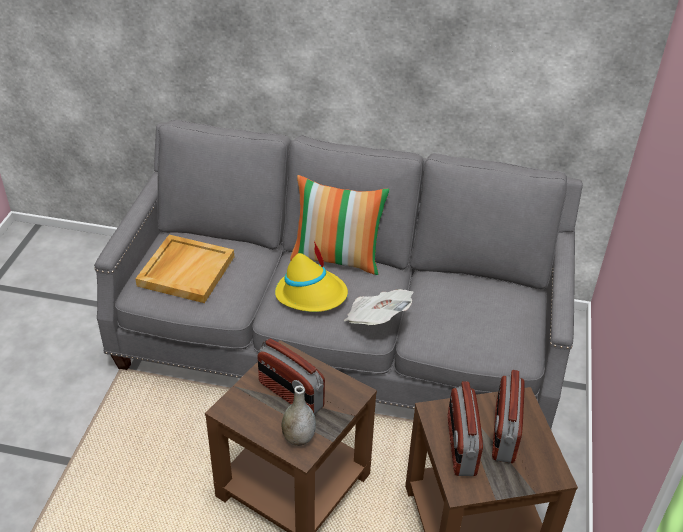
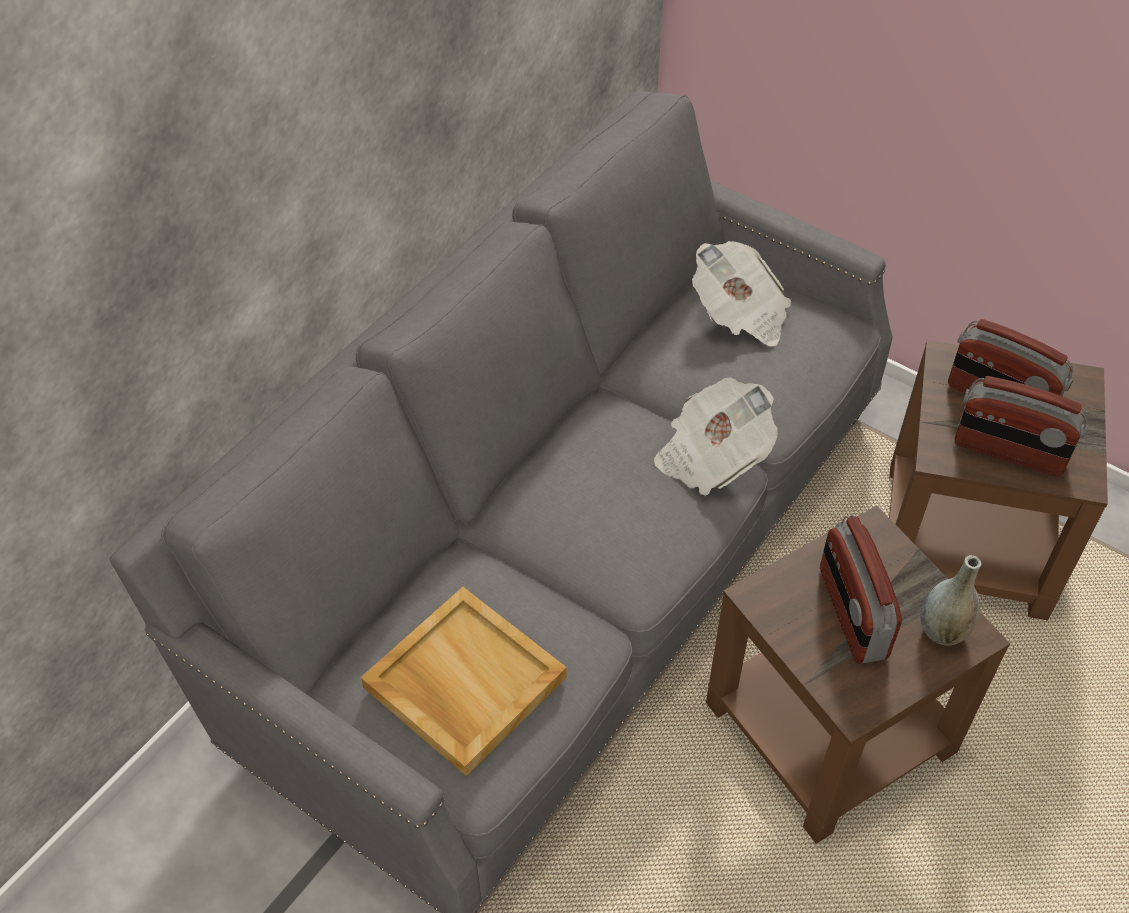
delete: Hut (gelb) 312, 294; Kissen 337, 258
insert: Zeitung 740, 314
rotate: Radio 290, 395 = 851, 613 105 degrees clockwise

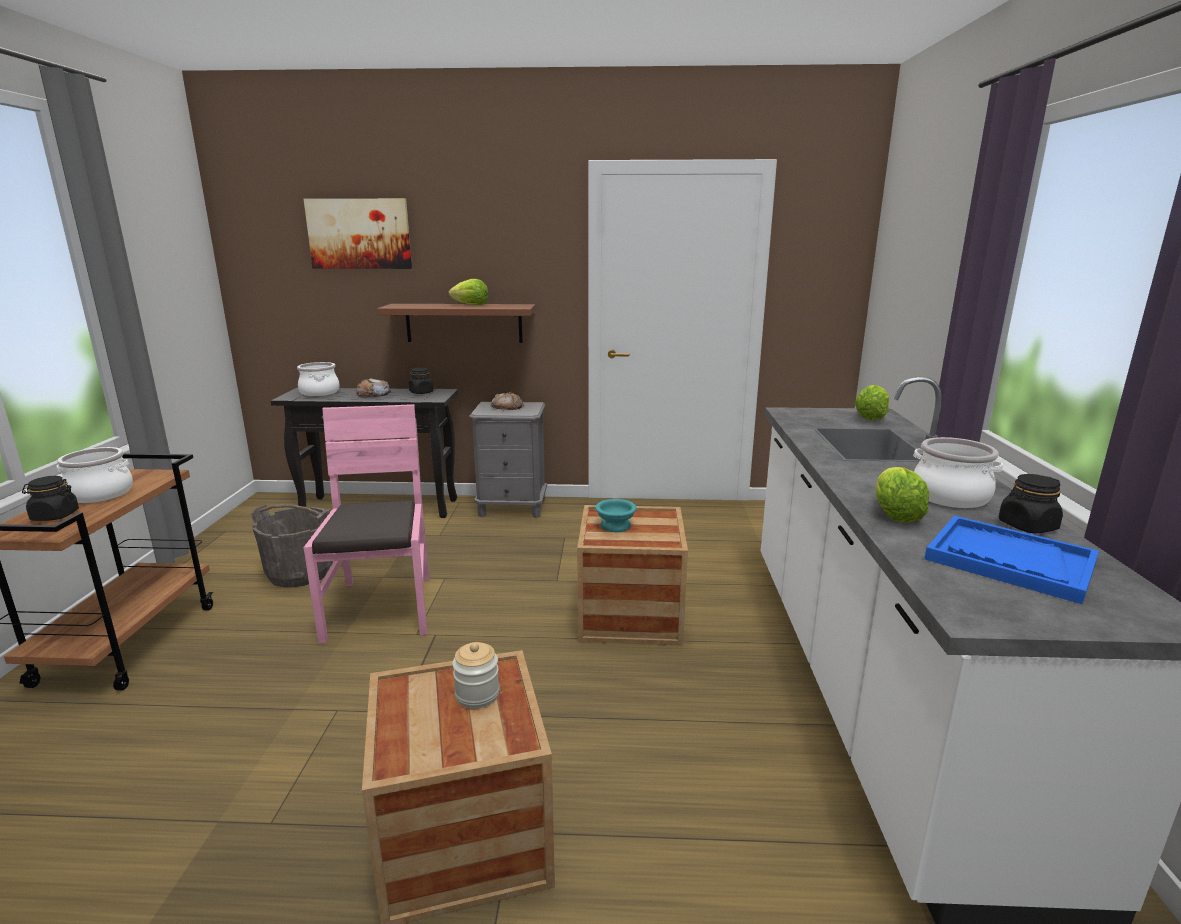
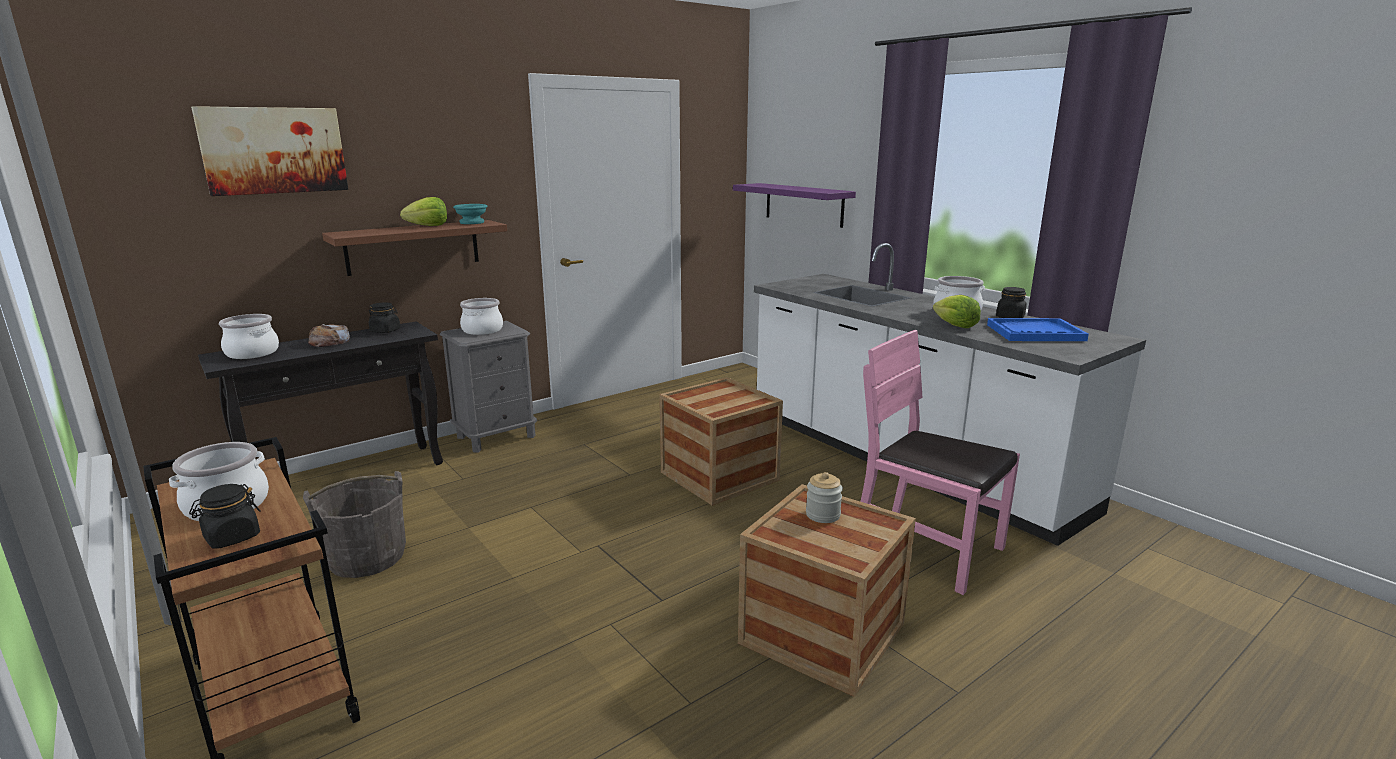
delete: Salatkopf 871, 417
insert: Wandregal (lila) 803, 204
move: Stuhl (rosa) 381, 608 to 927, 548; Schüssel (türkis) 616, 526 to 473, 222
replace: Brot 507, 407 to Kochtopf 482, 330

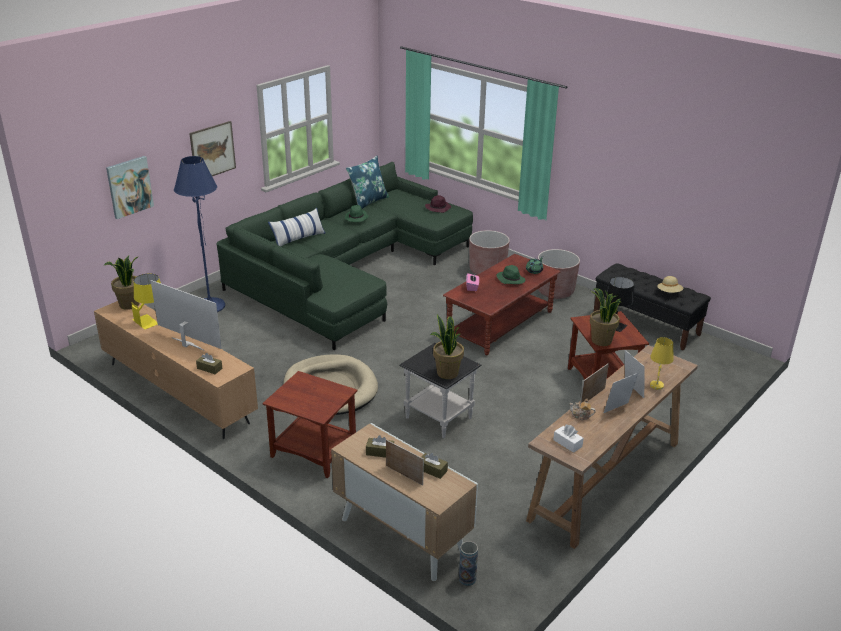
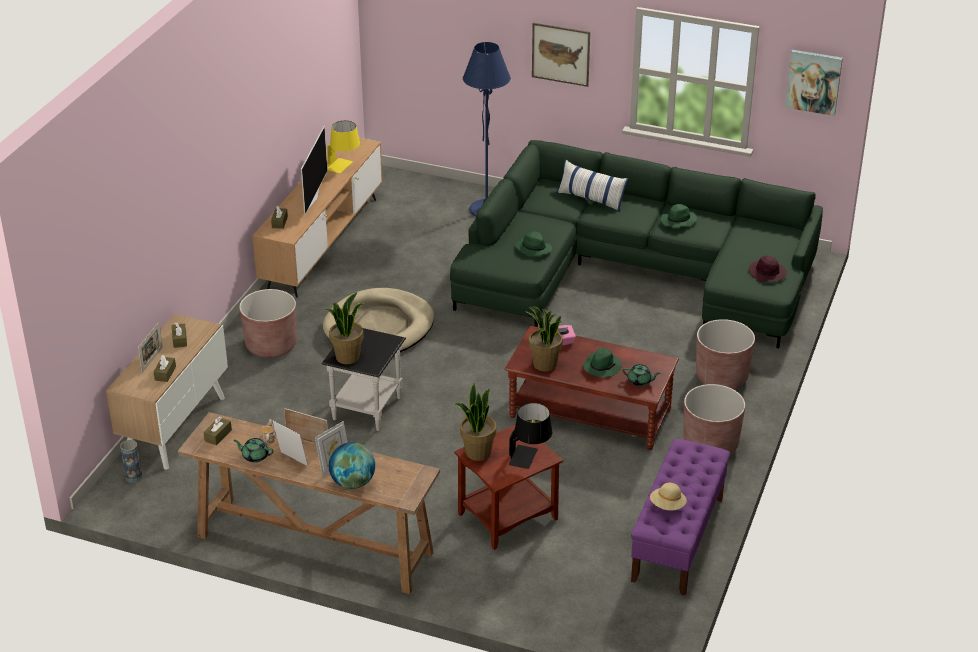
delete: Kissen (blau) 368, 202
insert: Teekanne (grün) 255, 456; Hut (grün) 533, 249
move: Topfpflanze 129, 305 to 544, 364; Bild 129, 186 to 813, 81
replace: Beistelltisch (braun) 313, 452 to Pflanzkübel (braun) 271, 345; Tischlampe (gelb) 656, 385 to Globus 353, 483
recolor: Taschentuchbox (weiß) 567, 443 to Taschentuchbox (braun) 218, 435; Bank (schwarz) 646, 324 to Bank (lila) 678, 540

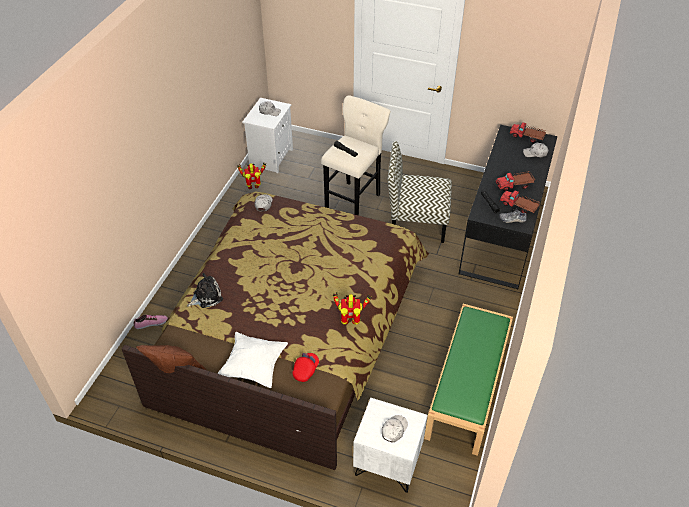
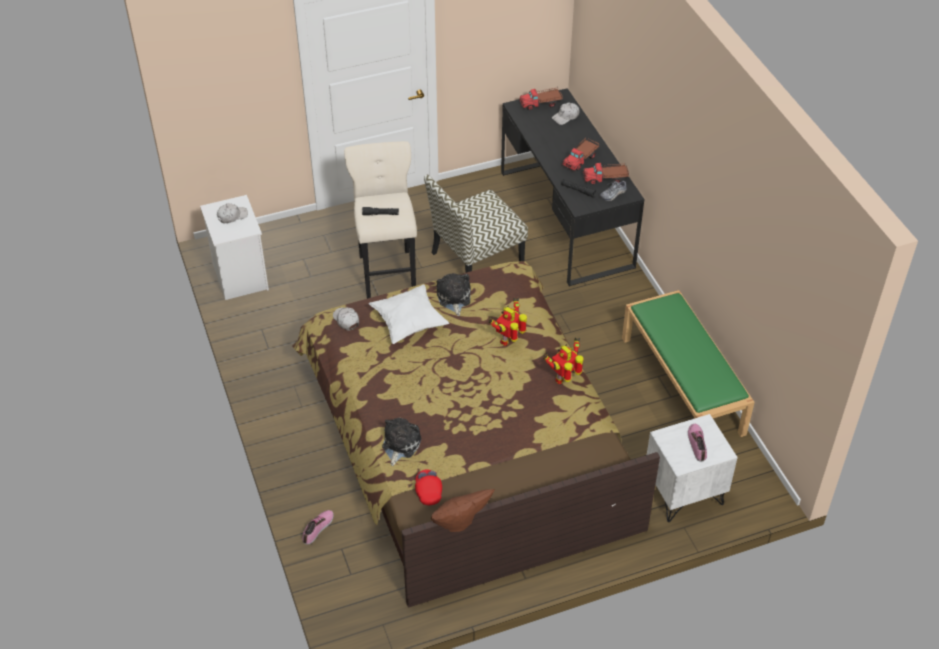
insert: Plüschtier 454, 298
move: Kissen (weiß) 253, 366 to 409, 323; Spielzeugroboter 254, 187 to 509, 340; Kappe (rot) 306, 370 to 428, 491
replace: Kappe (weiß) 394, 430 to Schuh 697, 444

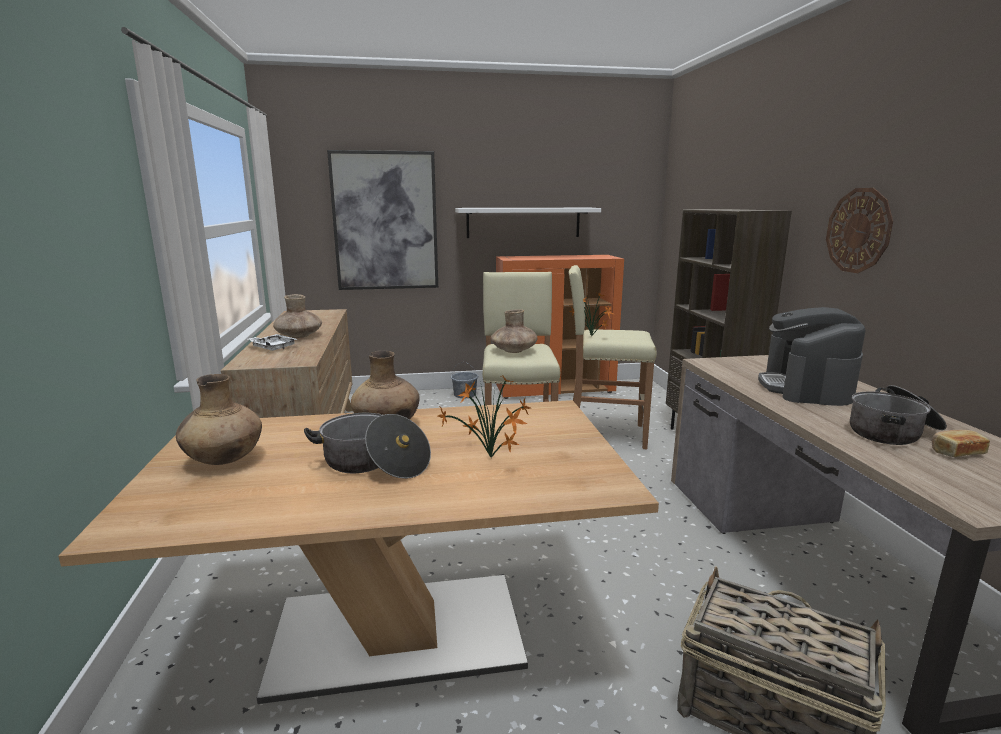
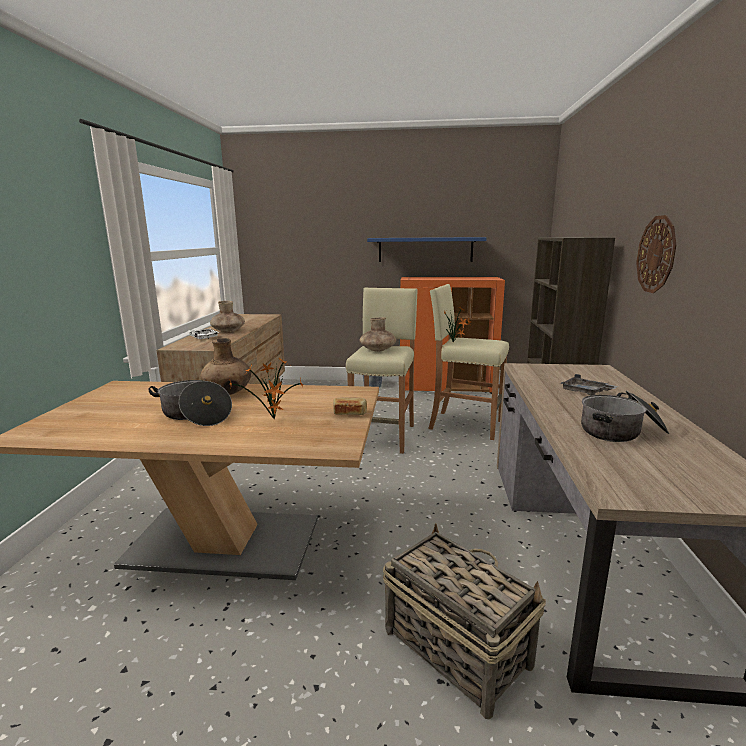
delete: Vase (braun) 224, 460; Bild 385, 221
move: Brot 956, 452 to 350, 413
replace: Kaffeemaschine 805, 388 to Tablett (grau) 585, 392
recolor: Wandregal (weiß) 523, 222 to Wandregal (blau) 425, 249

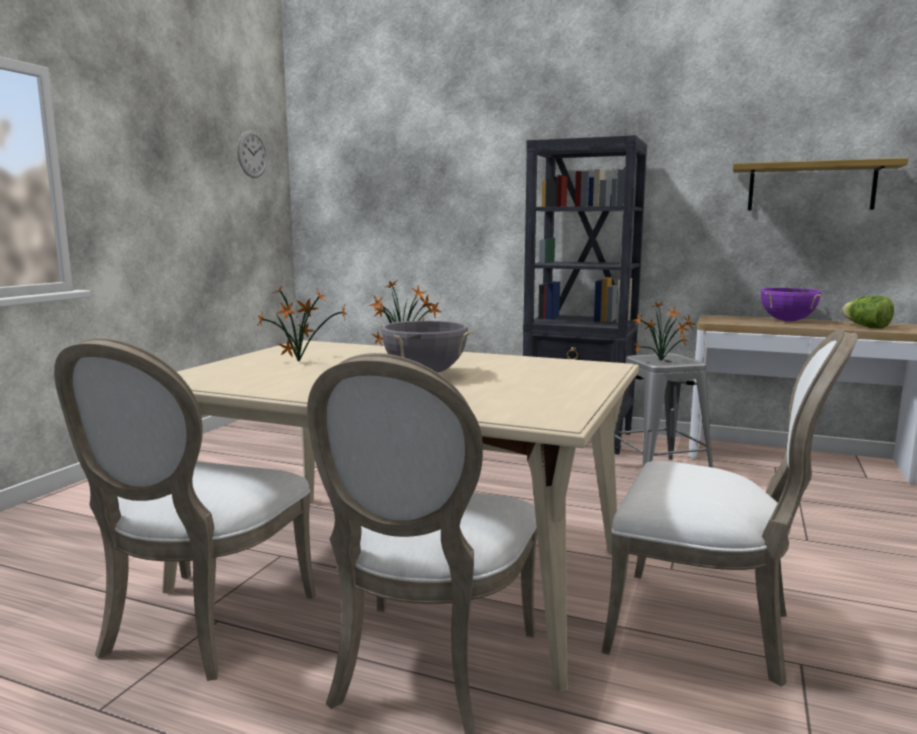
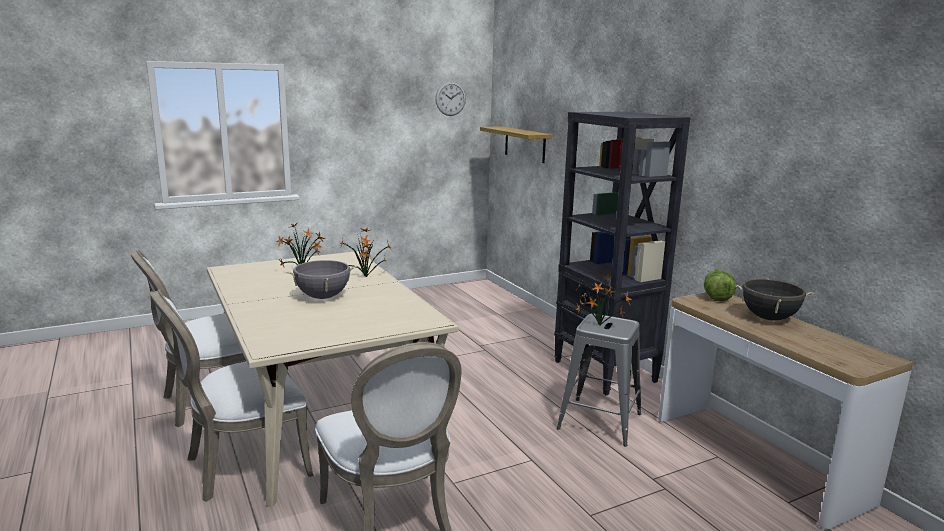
move: Wandregal 811, 187 to 524, 144; Salatkopf 866, 327 to 716, 297
recolor: Kochtopf (lila) 787, 321 to Kochtopf (schwarz) 769, 318

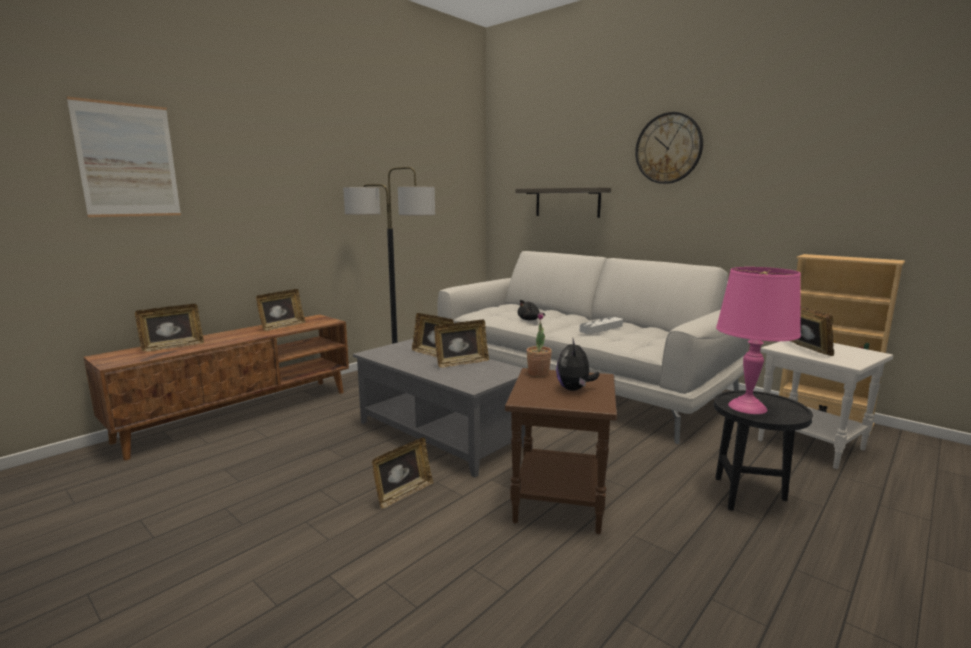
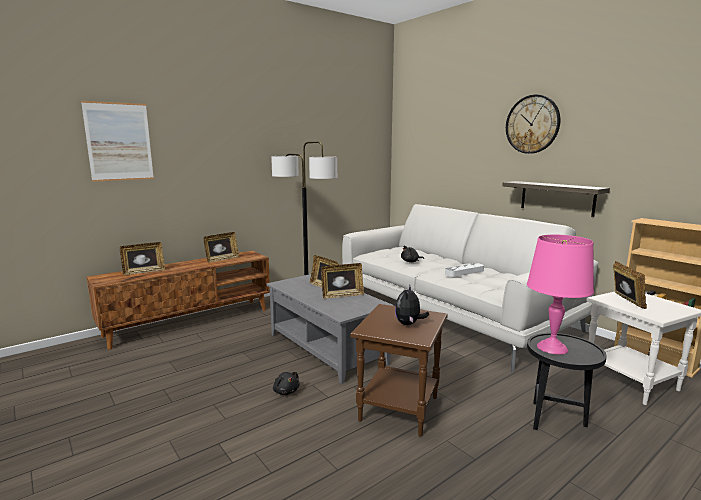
delete: Topfpflanze 538, 373
move: Wandregal 567, 202 to 557, 198
replace: Bilderrahmen 403, 494 to Plüschtier (schwarz) 286, 391

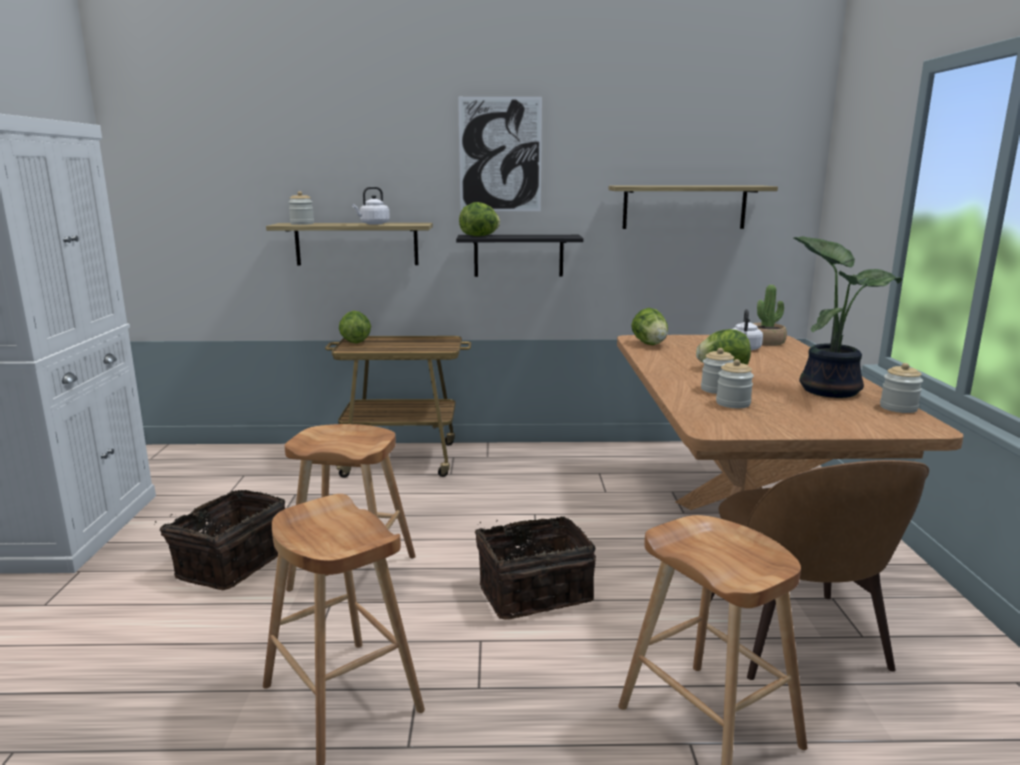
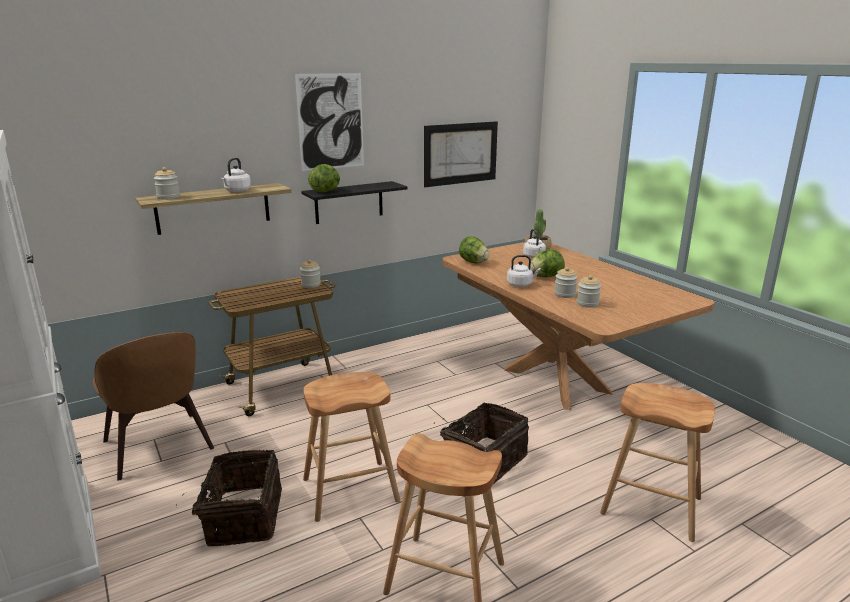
delete: Salatkopf 355, 342; Topfpflanze 829, 389
insert: Wasserkessel (weiß) 521, 284
move: Stuhl (braun) 796, 639 to 159, 447; Vorratsglas 898, 408 to 311, 284
replace: Wandregal 684, 207 to Bild 460, 153

